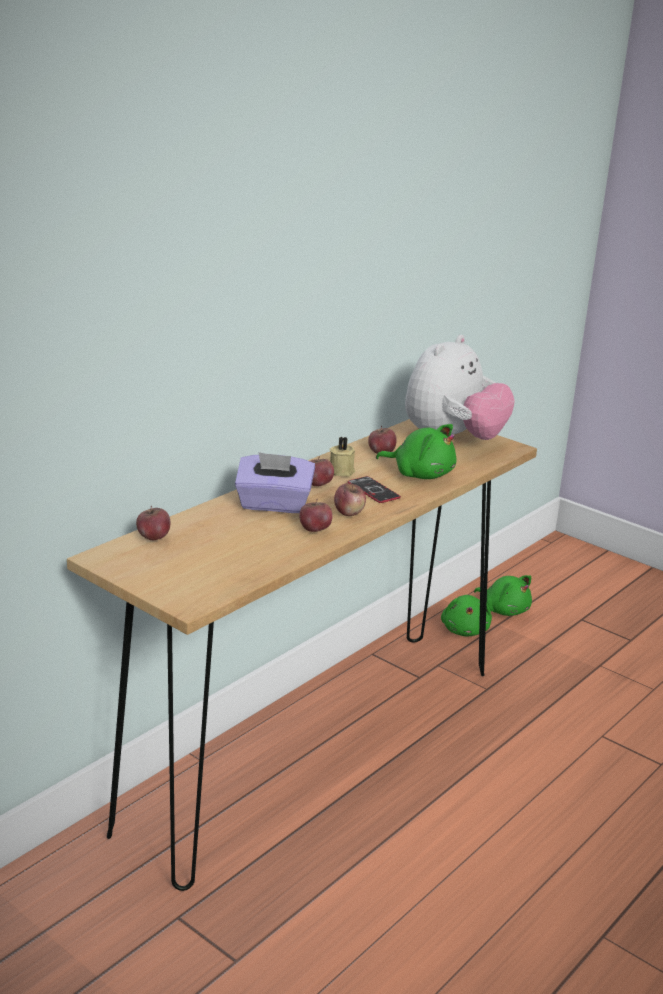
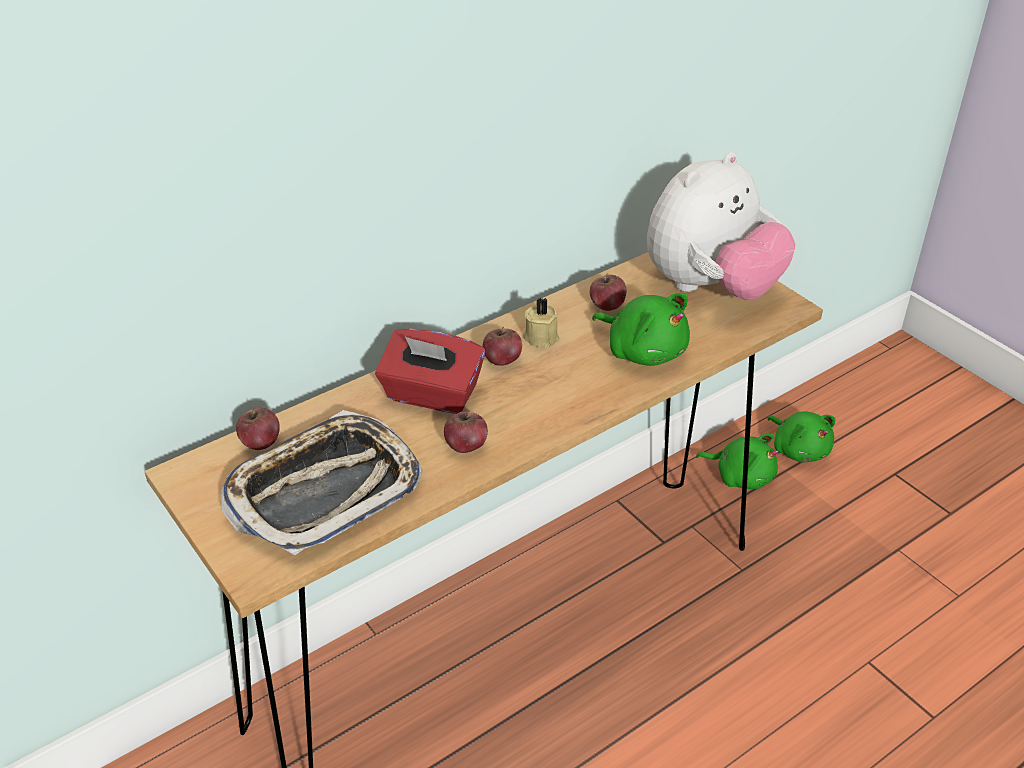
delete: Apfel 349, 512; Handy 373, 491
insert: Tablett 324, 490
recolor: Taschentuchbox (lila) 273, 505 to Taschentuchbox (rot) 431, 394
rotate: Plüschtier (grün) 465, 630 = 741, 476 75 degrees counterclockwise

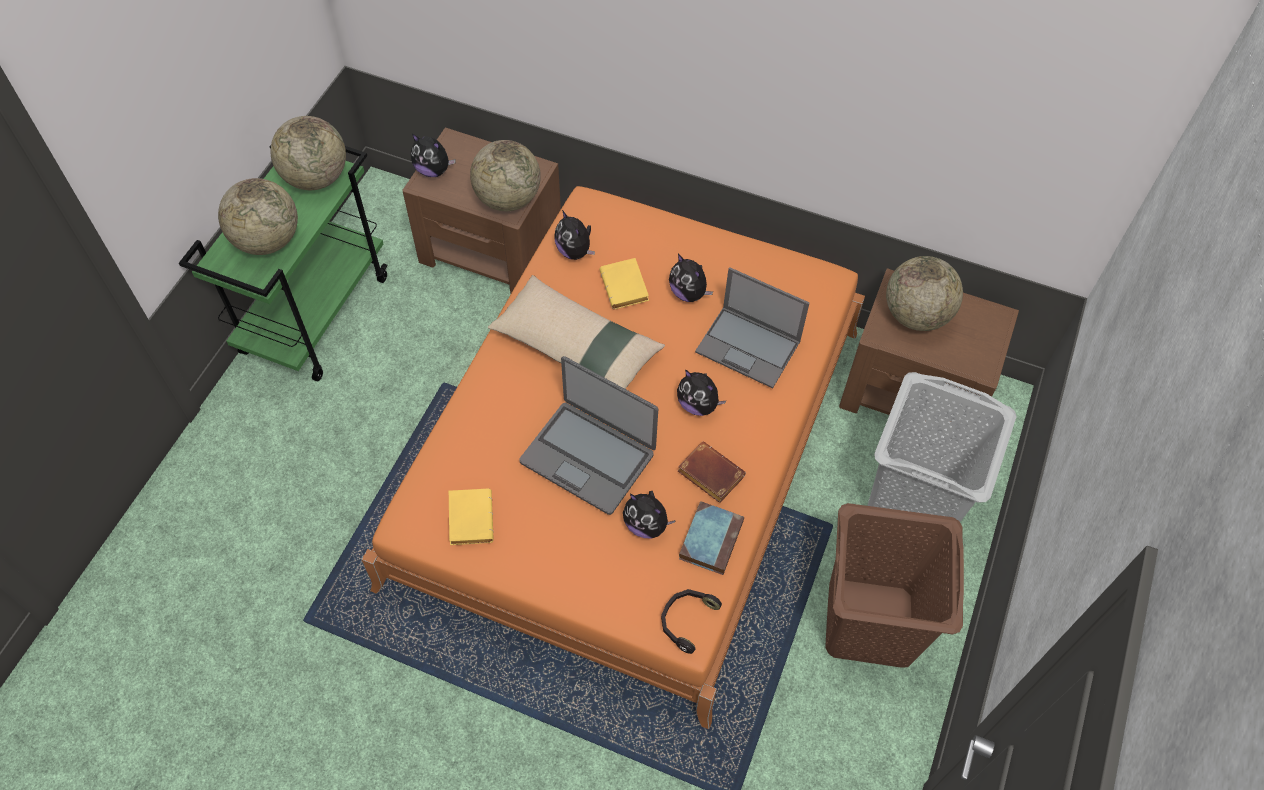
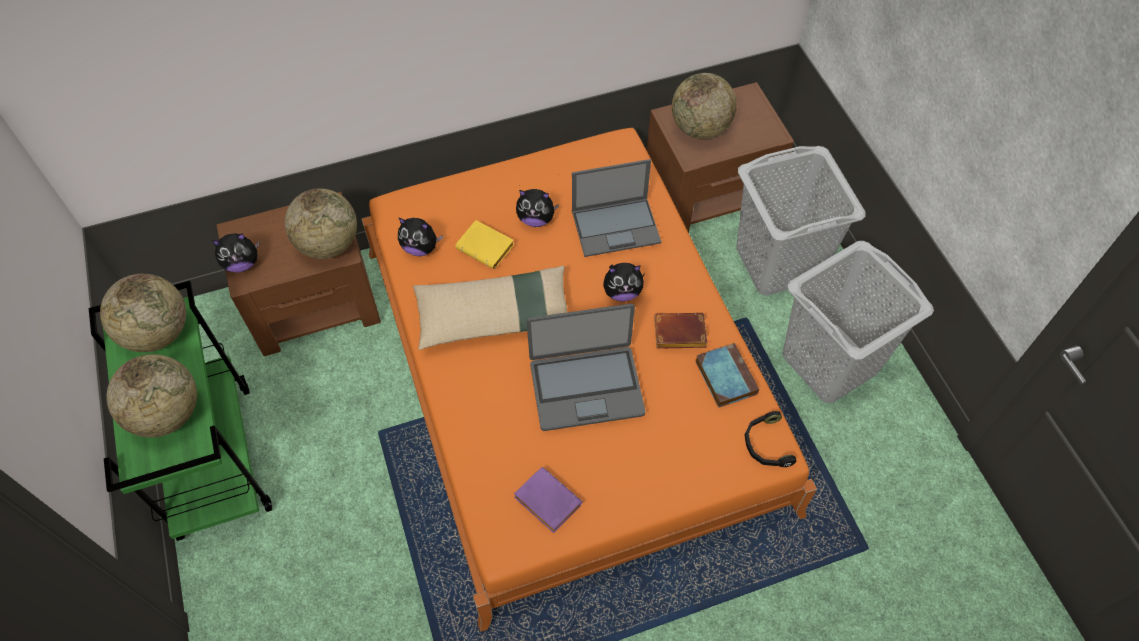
delete: Plüschtier 646, 524
recolor: Buch (gelb) 469, 518 to Buch (lila) 545, 502; Wäschekorb (braun) 870, 623 to Wäschekorb (grau) 830, 362

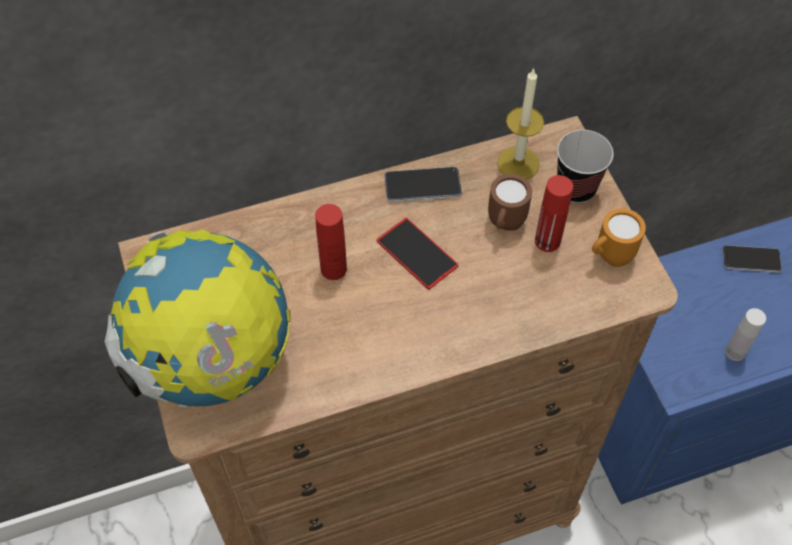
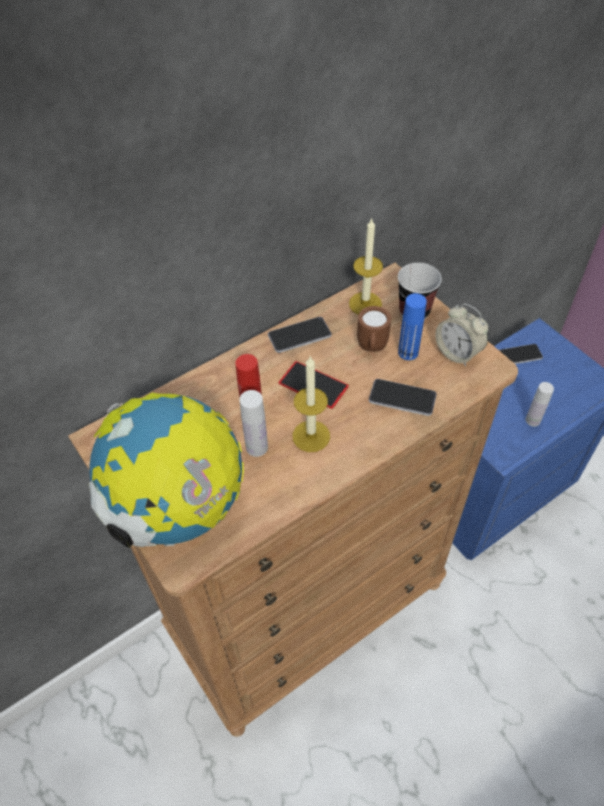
insert: Flasche (weiß) 257, 447; Kerze 311, 436; Handy 402, 398
replace: Henkelbecher (orange) 609, 257 to Wecker 457, 353
recolor: Flasche (rot) 547, 241 to Flasche (blau) 408, 352

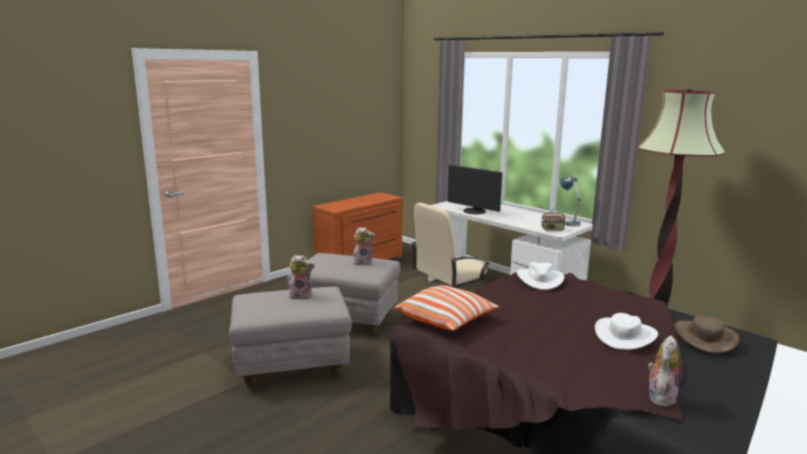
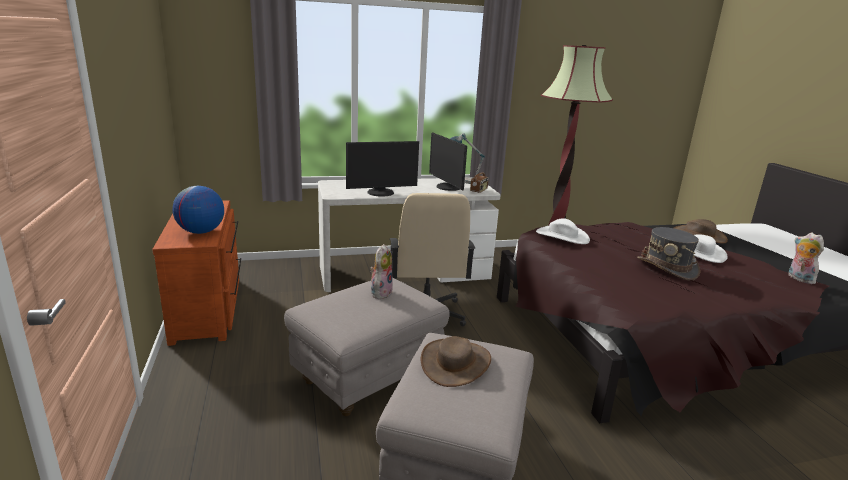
delete: Kissen 446, 320
insert: Globus 201, 232; Monitor 447, 187; Hut (grau) 667, 268
replace: Plüschtier 301, 296 to Hut (braun) 456, 363

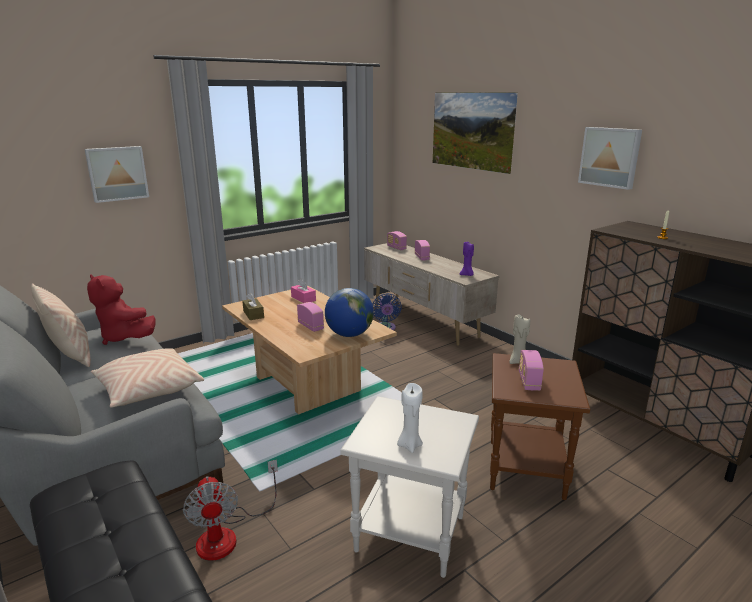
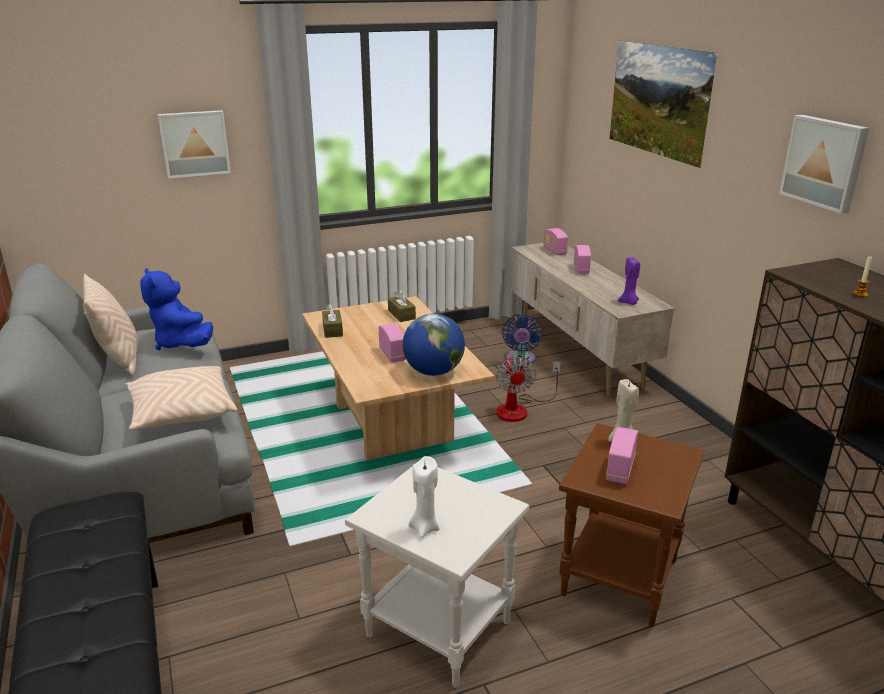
move: Ventilator 228, 534 to 519, 409
recolor: Plüschtier (rot) 124, 337 to Plüschtier (blau) 181, 343; Taschentuchbox (rosa) 303, 299 to Taschentuchbox (braun) 401, 314

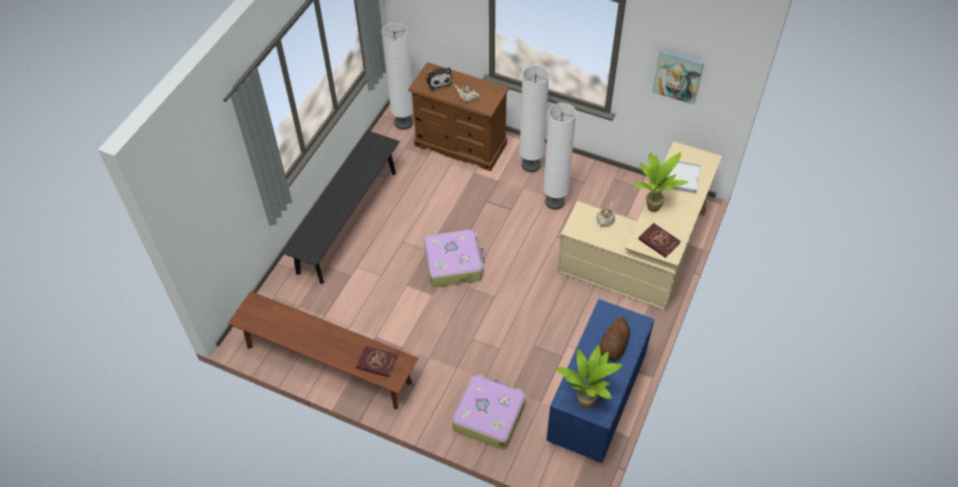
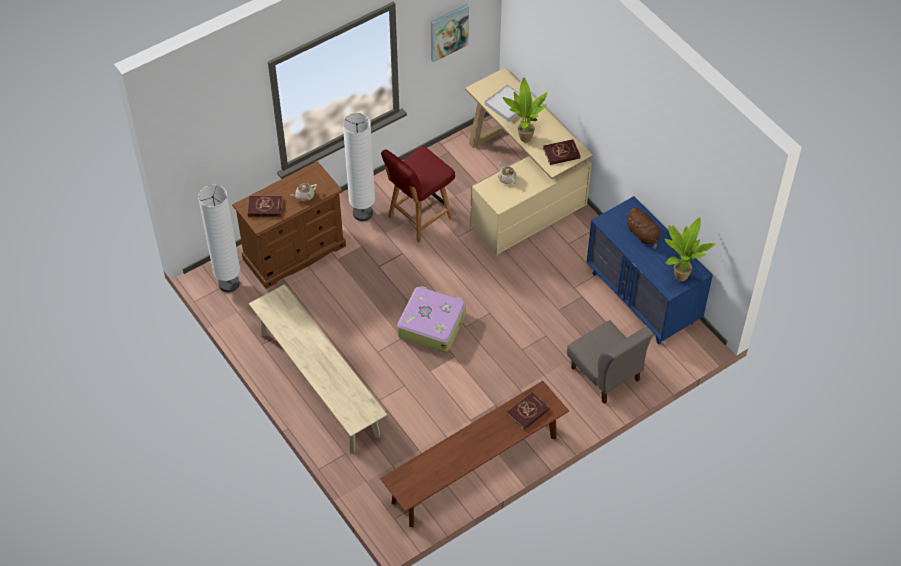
replace: Plüschtier 438, 81 to Buch (rot) 265, 207; Koffer 489, 415 to Stuhl (grau) 605, 374; Stehlampe (weiß) 554, 202 to Stuhl (rot) 419, 218
recolor: Bank (schwarz) 347, 221 to Bank (beige) 319, 384

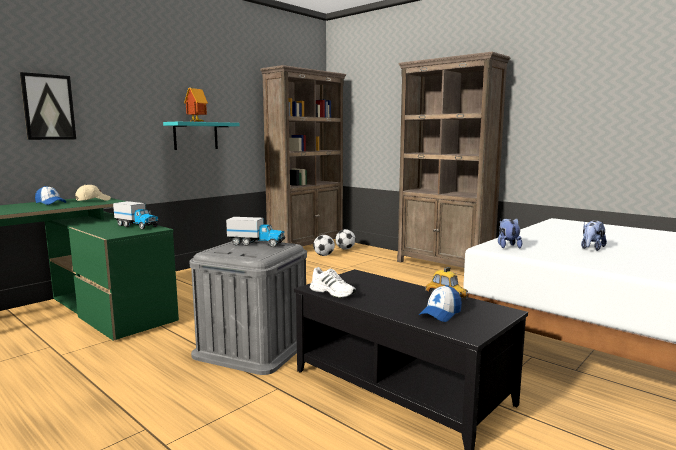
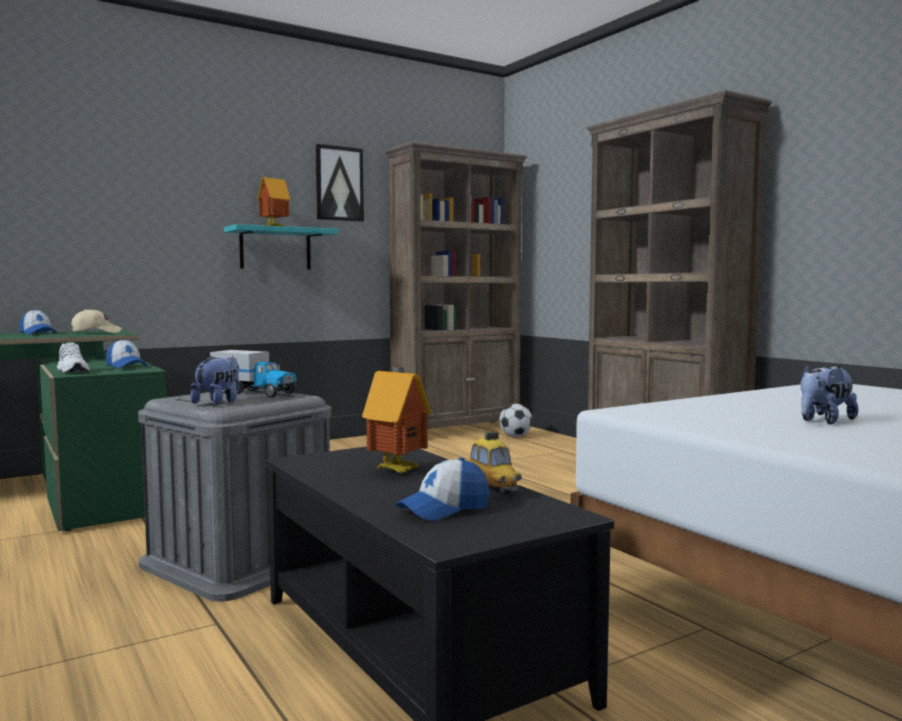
delete: Fußball 324, 255
insert: Spielzeughaus 398, 470
move: Bild 48, 107 to 339, 184; Schuh (weiß) 333, 292 to 73, 371; Plüschtier 507, 246 to 218, 402
replace: Spielzeuglaster 137, 226 to Kappe 126, 366

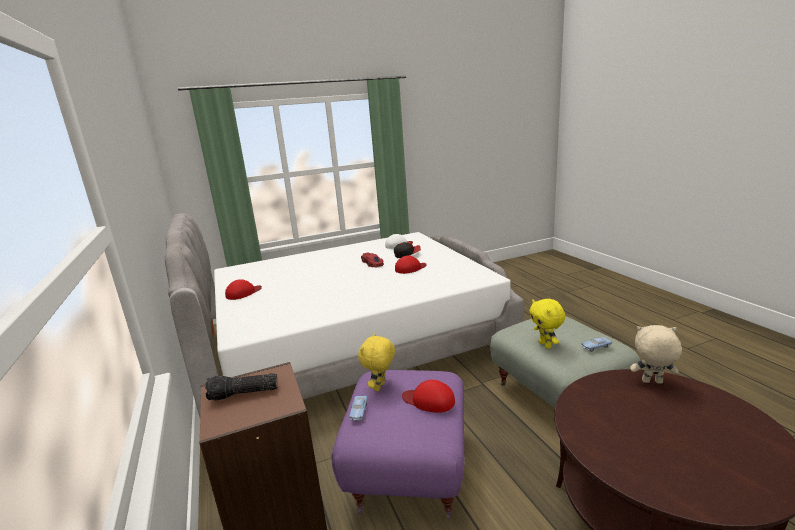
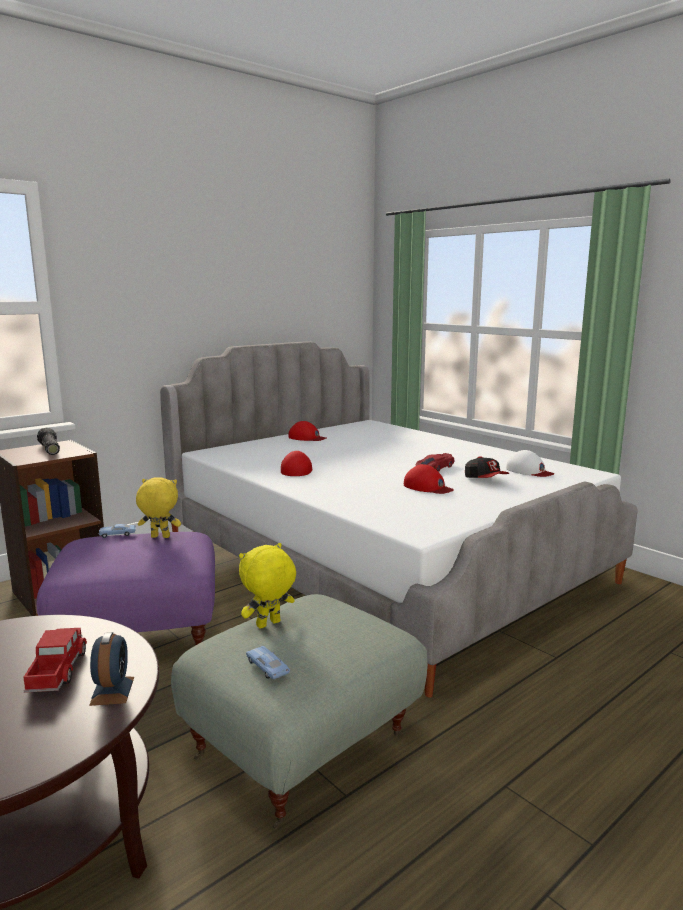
insert: Spielzeuglaster 57, 671
move: Kappe (rot) 429, 400 to 297, 469
replace: Plüschtier (beige) 652, 382 to Wecker 112, 691

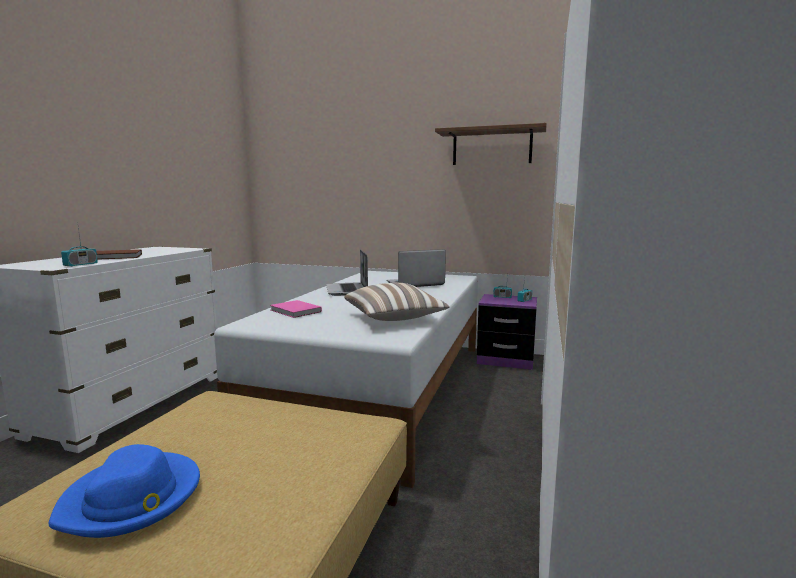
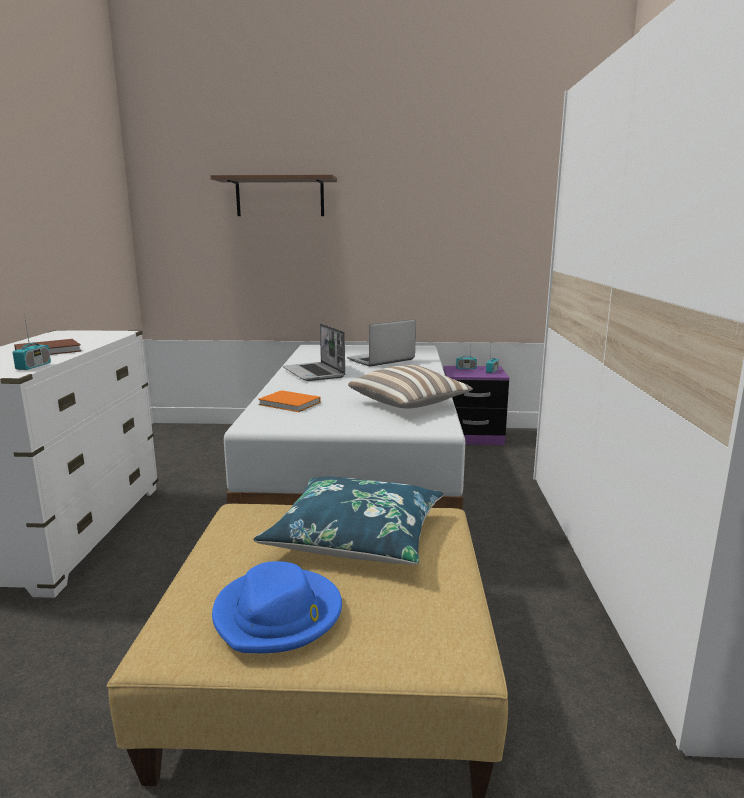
insert: Kissen (blau) 356, 536
move: Wandregal 492, 147 to 280, 197
recolor: Buch (rosa) 295, 311 to Buch (orange) 290, 404

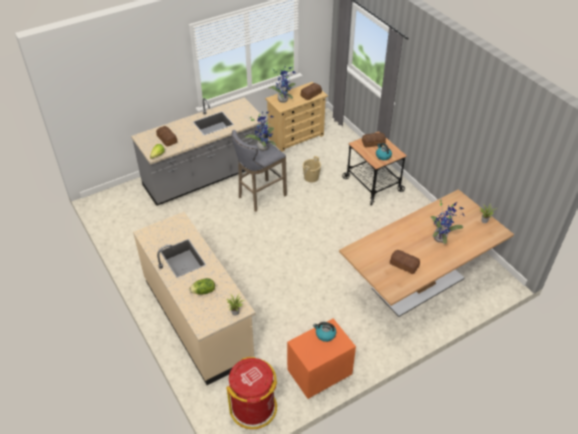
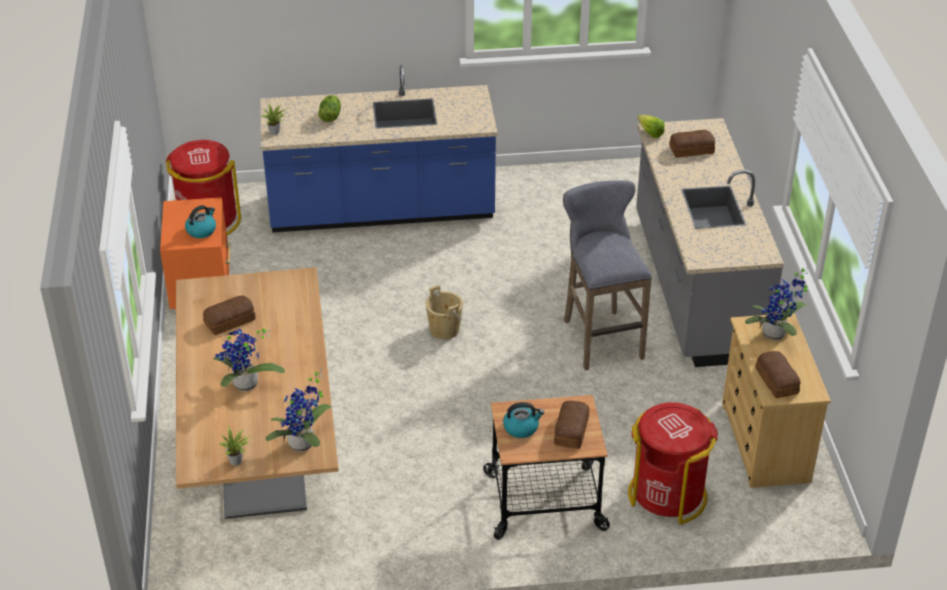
insert: Mülleimer (rot) 667, 495
move: Topfpflanze 263, 146 to 304, 445; Eimer (beige) 311, 177 to 444, 330
recolor: Küchenzeile (beige) 198, 318 to Küchenzeile (blau) 381, 210

